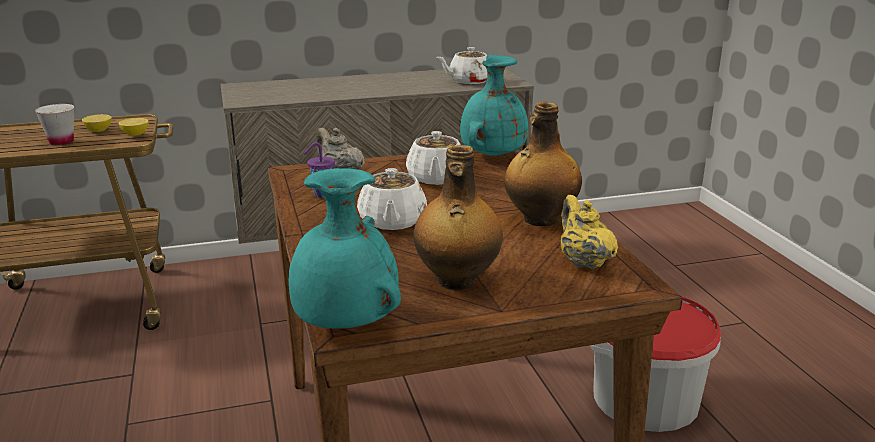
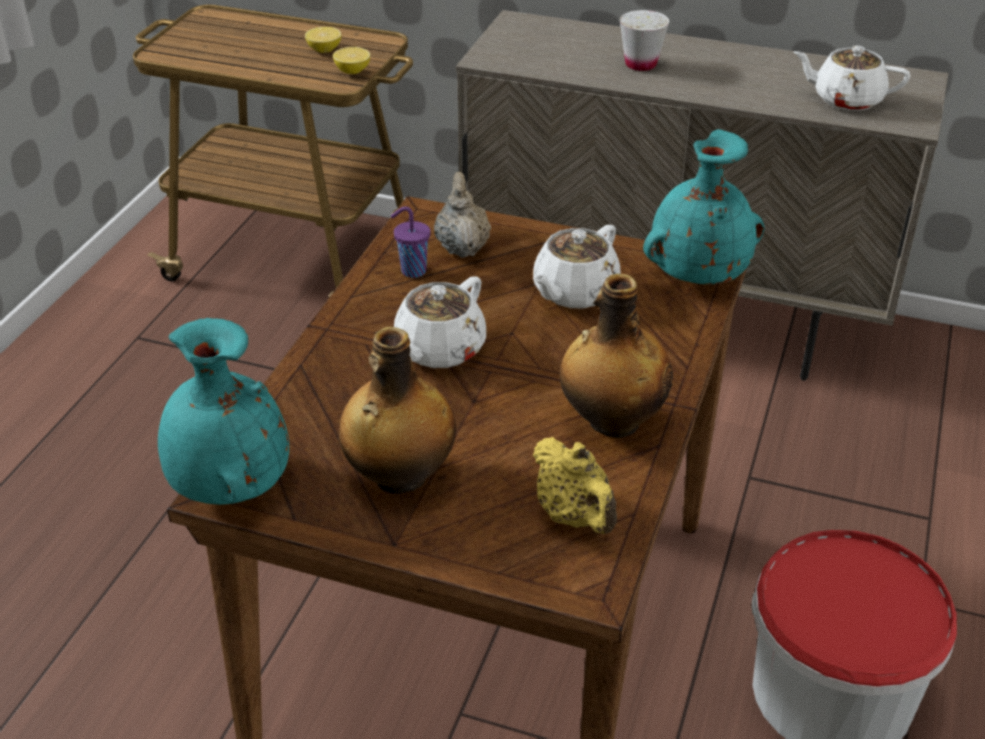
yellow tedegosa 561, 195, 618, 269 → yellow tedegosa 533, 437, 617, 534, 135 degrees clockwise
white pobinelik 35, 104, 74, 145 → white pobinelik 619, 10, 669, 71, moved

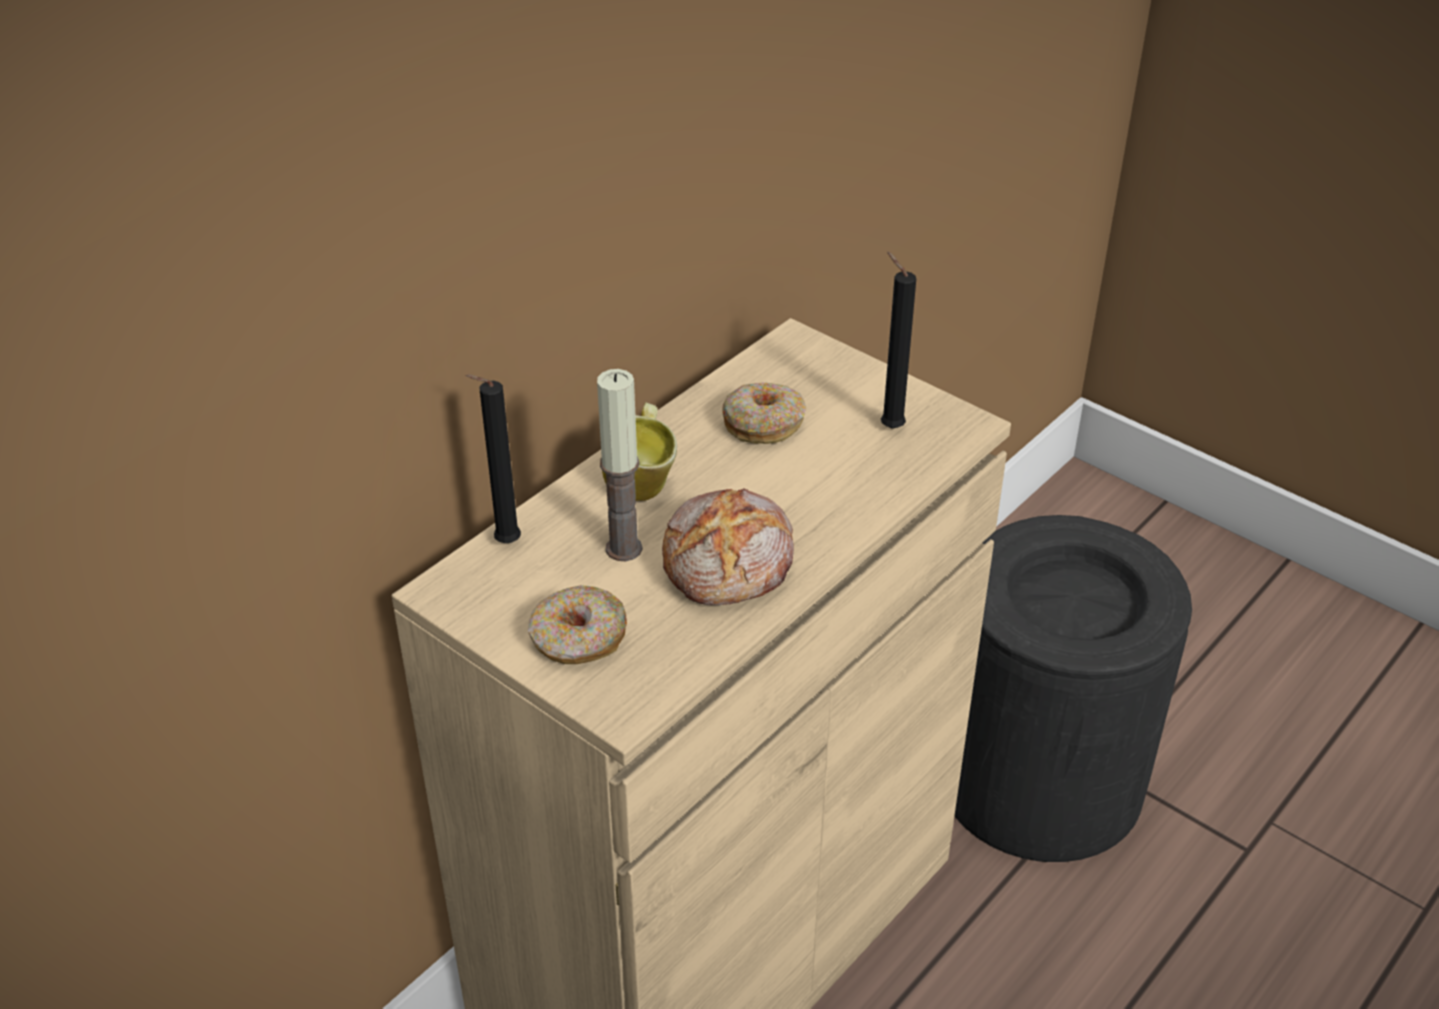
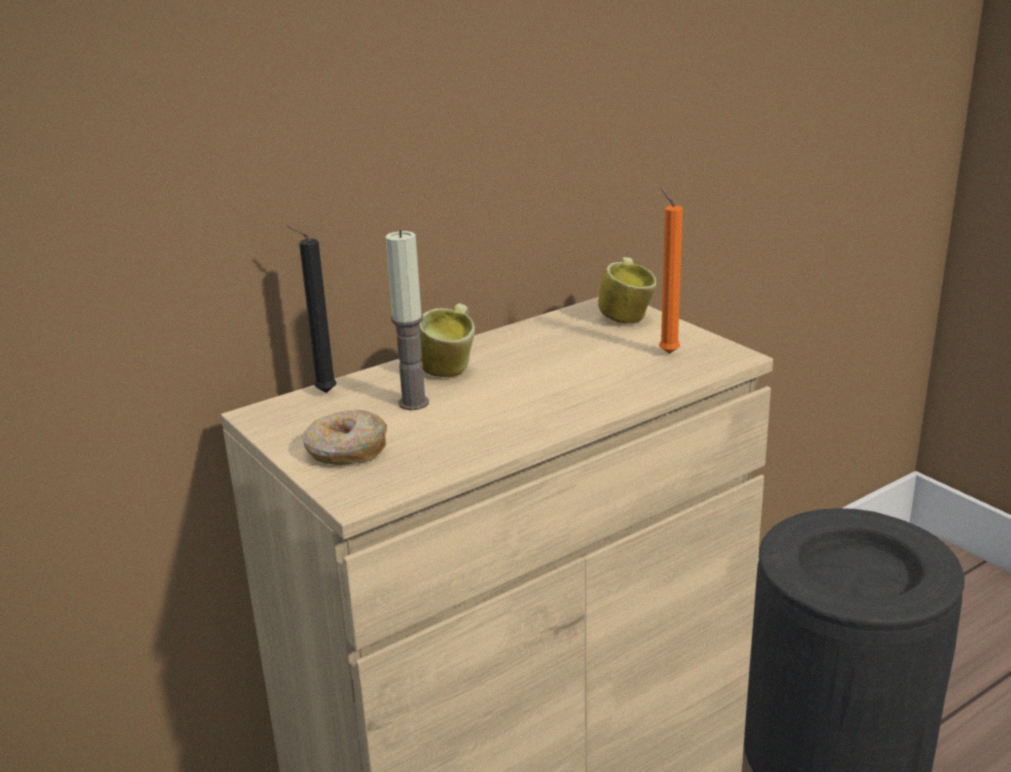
- → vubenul 598, 257, 656, 324
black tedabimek 881, 252, 916, 429 → orange tedabimek 659, 187, 683, 354
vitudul 662, 488, 794, 605 → -
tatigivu 722, 382, 806, 444 → -

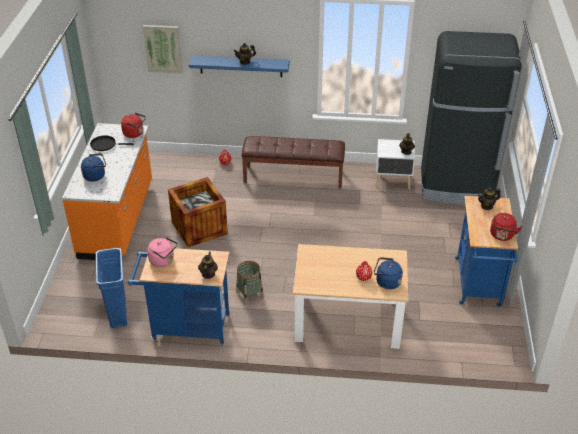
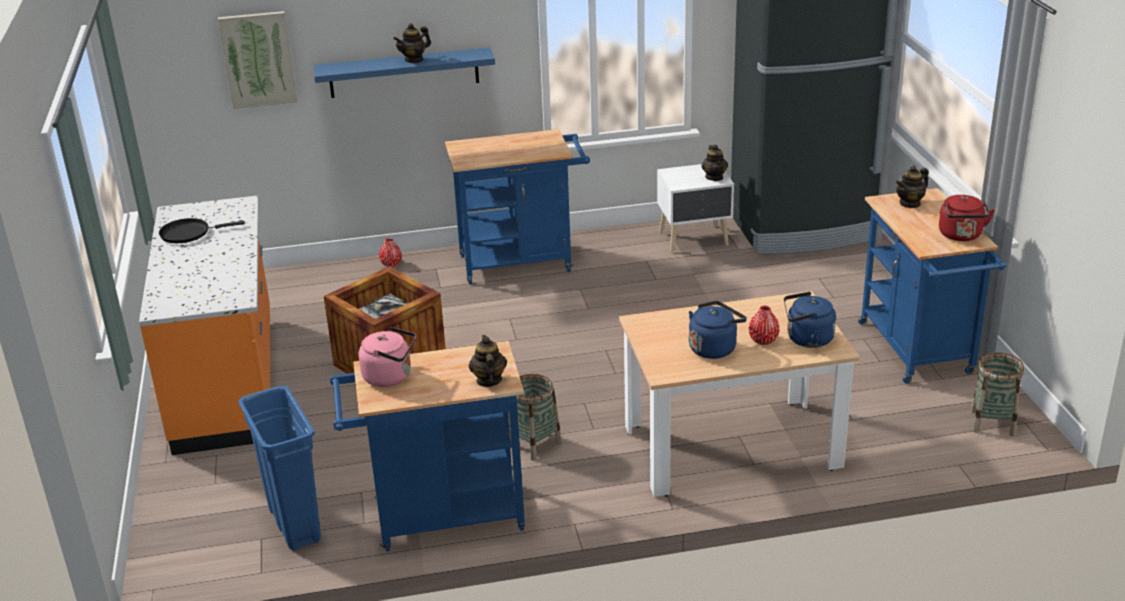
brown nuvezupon 242, 136, 345, 189 → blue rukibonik 445, 129, 590, 284
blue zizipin 81, 154, 106, 181 → blue zizipin 689, 301, 747, 359, moved
- → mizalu 971, 352, 1025, 436
red zizipin 121, 113, 146, 138 → -

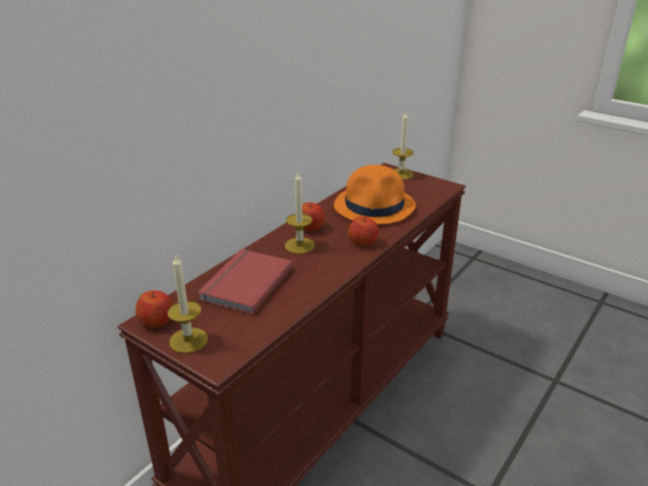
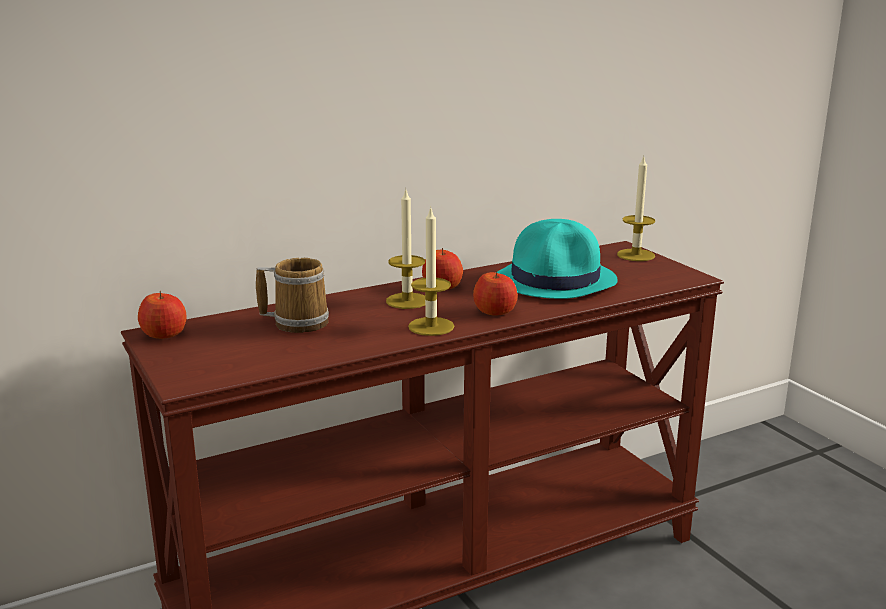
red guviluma 197, 249, 293, 315 → vubenul 256, 258, 329, 333
tedabimek 167, 253, 208, 353 → tedabimek 408, 206, 454, 336, moved
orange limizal 334, 165, 416, 224 → turquoise limizal 495, 219, 618, 299

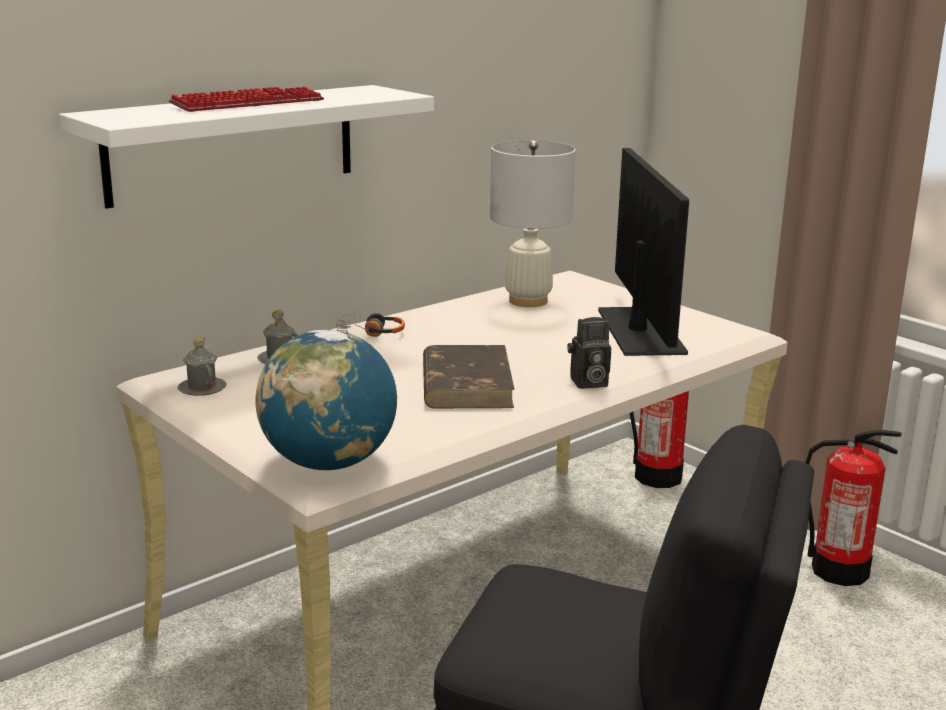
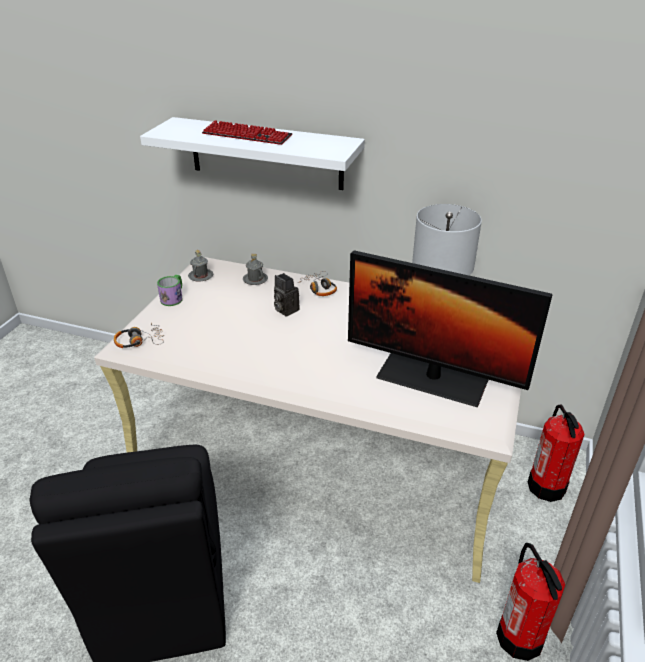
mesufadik 255, 330, 397, 470 → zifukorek 114, 323, 164, 348
- → vubenul 157, 274, 183, 306
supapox 567, 317, 611, 389 → supapox 274, 273, 300, 316, moved
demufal 598, 148, 689, 356 → demufal 348, 250, 552, 407, 60 degrees clockwise
brown guviluma 423, 345, 515, 408 → -

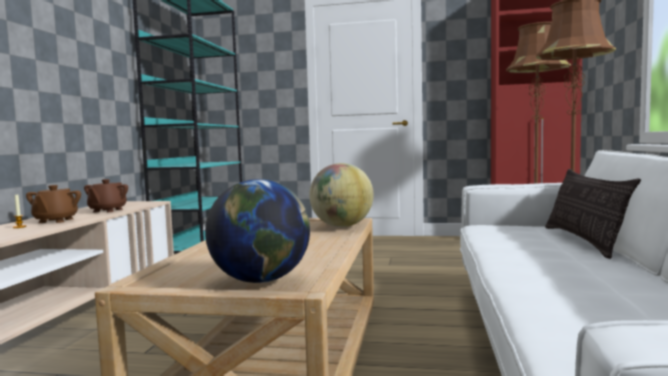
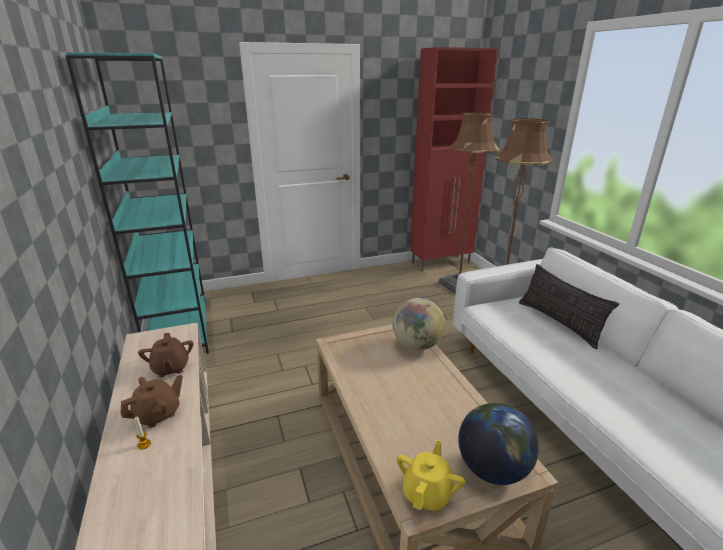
brown tedegosa 26, 185, 81, 223 → brown tedegosa 120, 375, 183, 428, 105 degrees counterclockwise
- → yellow tedegosa 396, 440, 465, 512

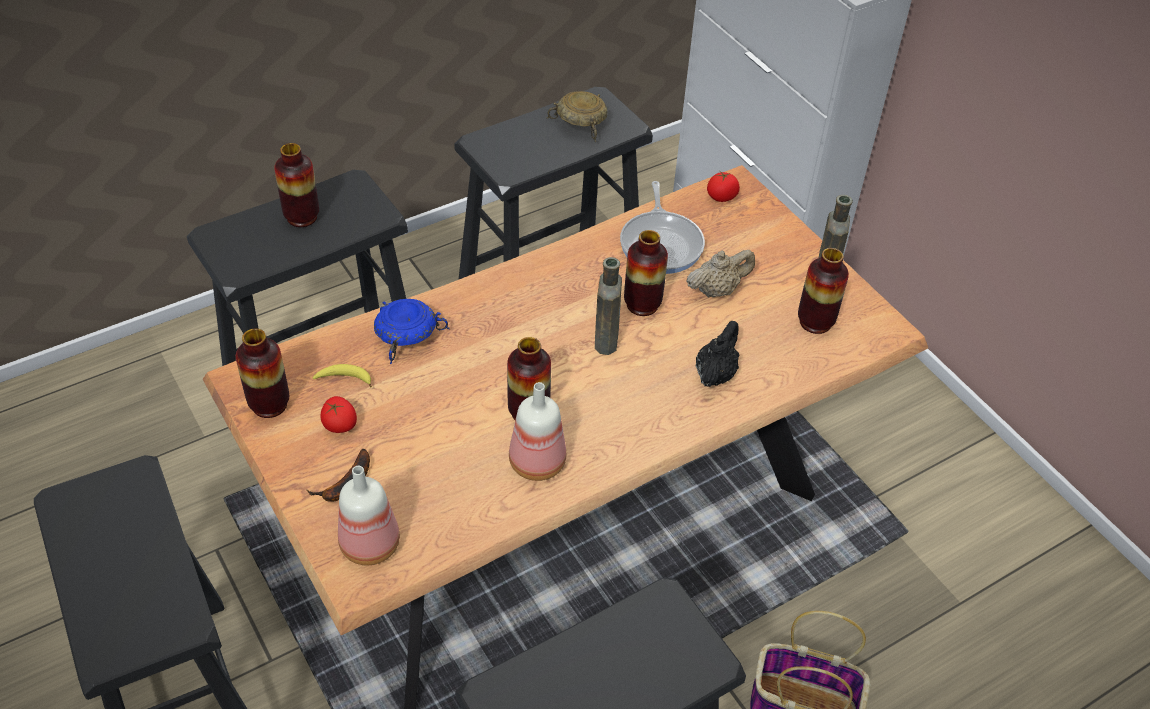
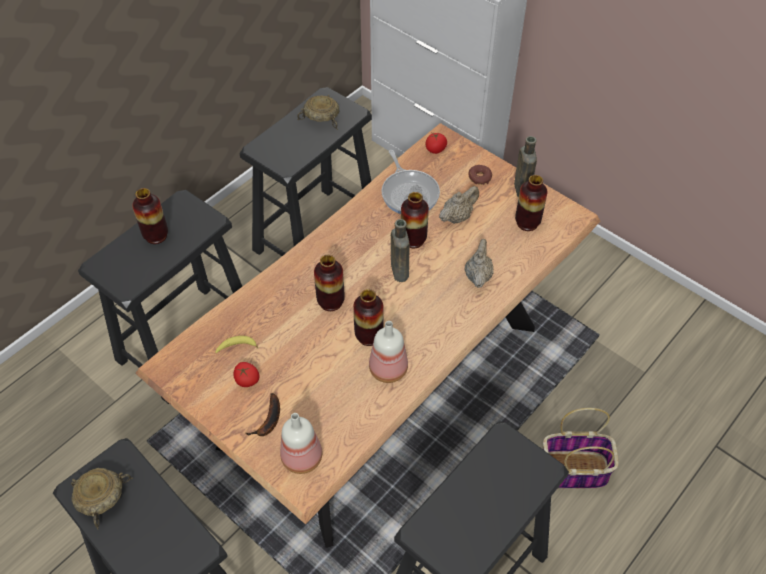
- → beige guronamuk 71, 468, 133, 530
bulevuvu 236, 328, 289, 418 → bulevuvu 314, 255, 345, 311, moved
black tedegosa 696, 321, 739, 387 → beige tedegosa 465, 239, 494, 288
- → tatigivu 468, 165, 492, 185
blue guronamuk 374, 299, 450, 364 → -

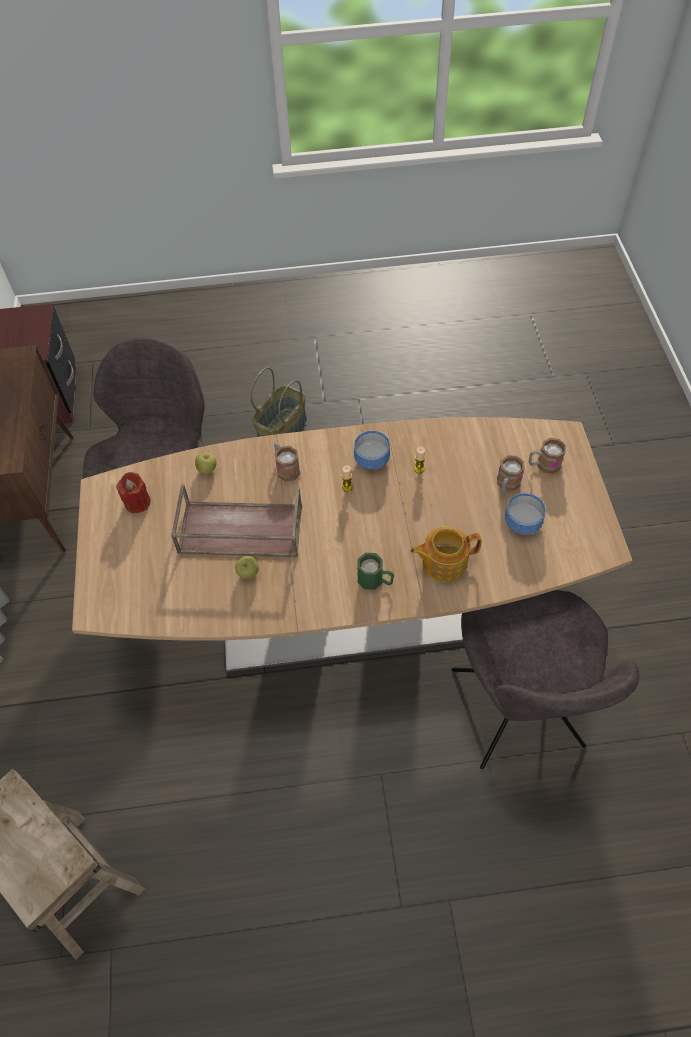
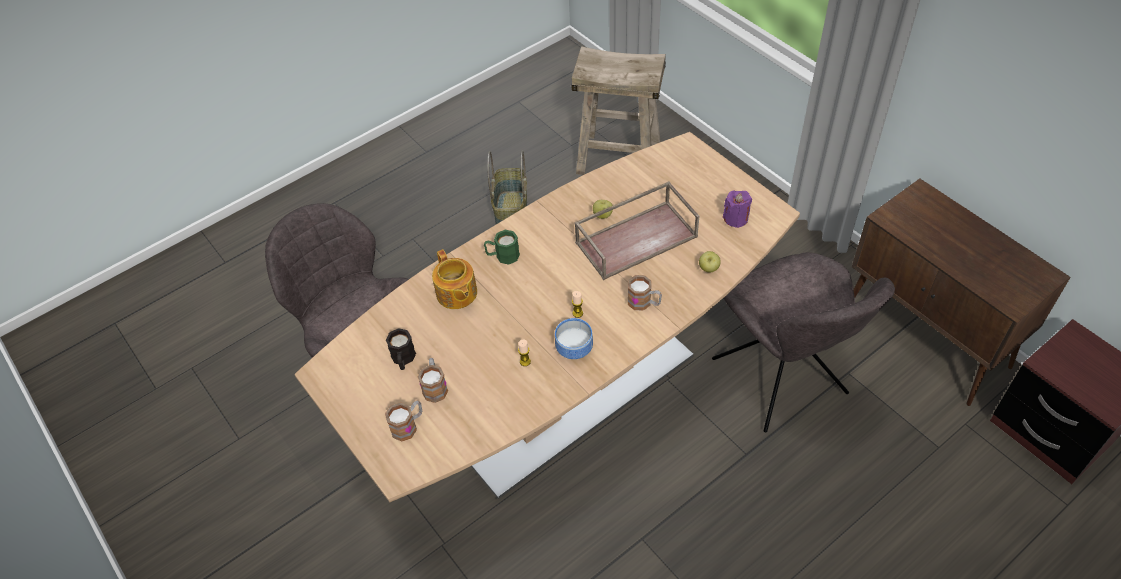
guronamuk 505, 493, 546, 535 → black vubenul 386, 328, 416, 370
tedegosa 410, 526, 482, 582 → tedegosa 432, 249, 477, 309, 105 degrees clockwise
mizalu 250, 367, 307, 442 → mizalu 487, 150, 527, 224, moved
red tedabimek 116, 472, 151, 513 → purple tedabimek 723, 190, 752, 228

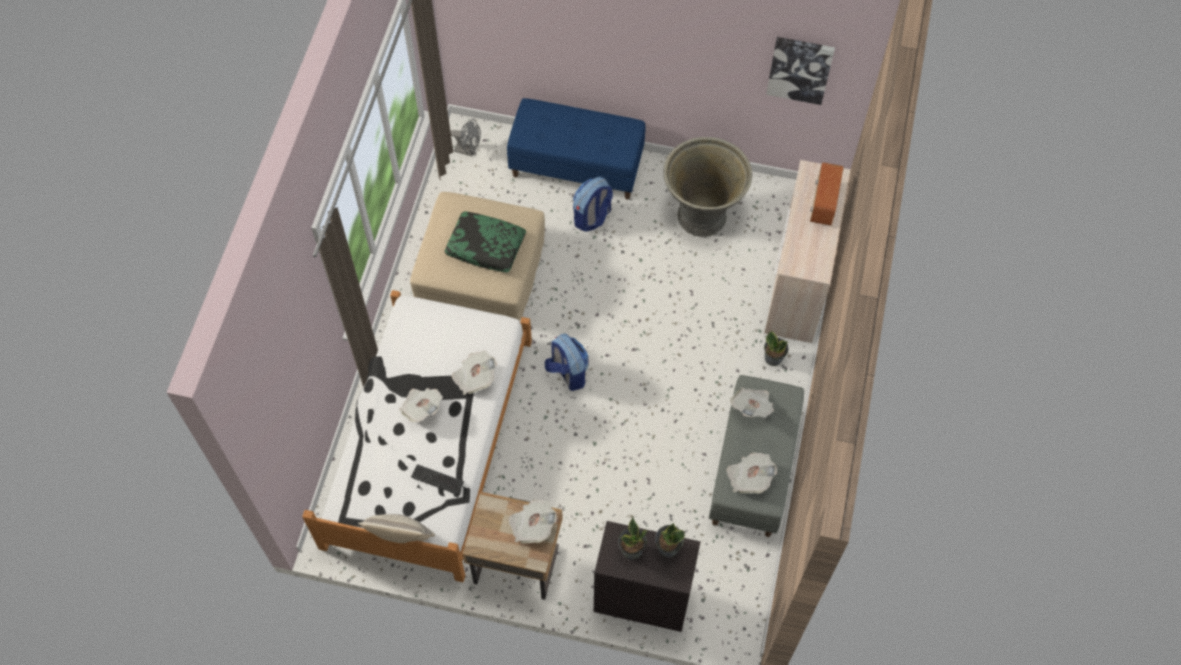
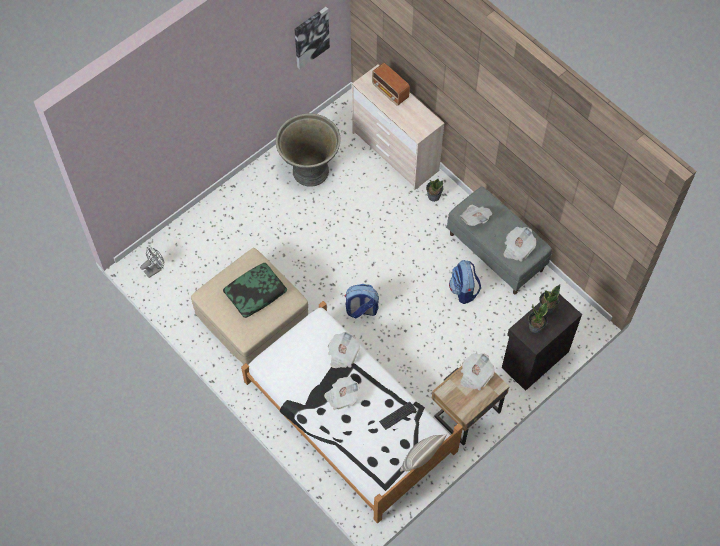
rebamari 573, 177, 613, 232 → rebamari 449, 260, 481, 304, moved
blue nuvezupon 507, 98, 646, 199 → -

